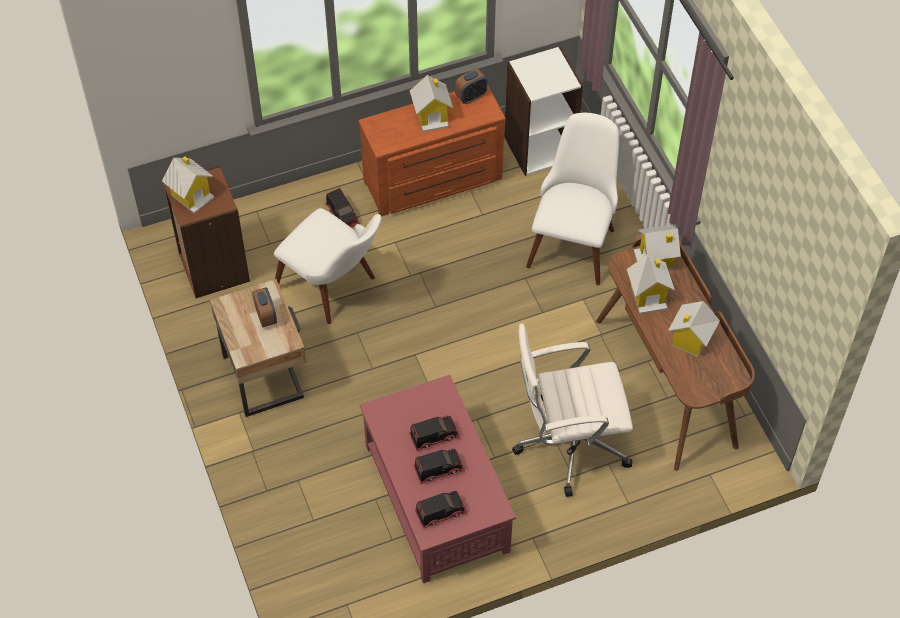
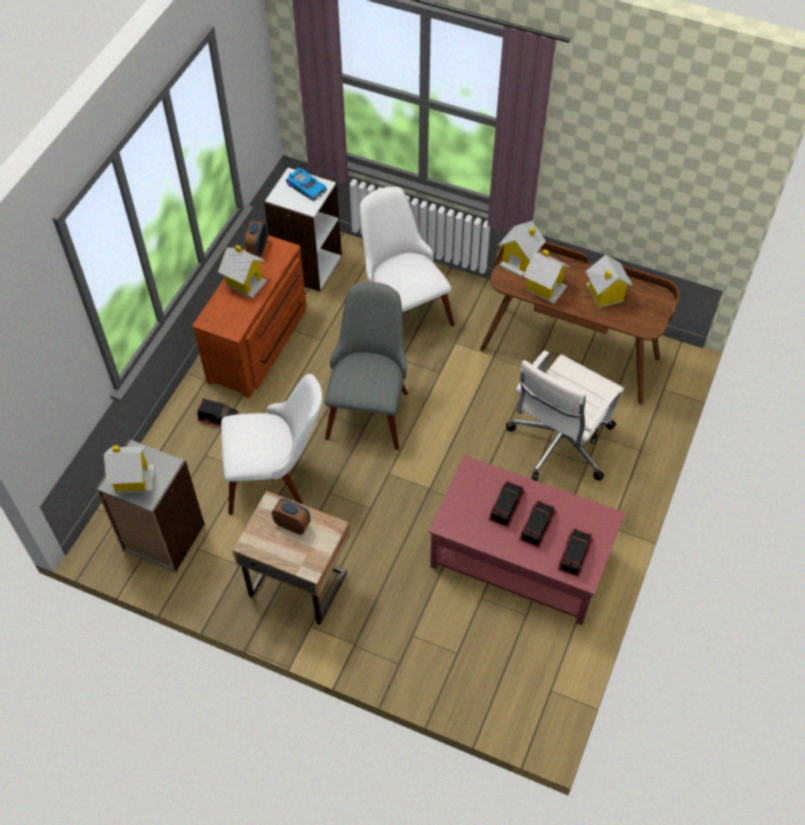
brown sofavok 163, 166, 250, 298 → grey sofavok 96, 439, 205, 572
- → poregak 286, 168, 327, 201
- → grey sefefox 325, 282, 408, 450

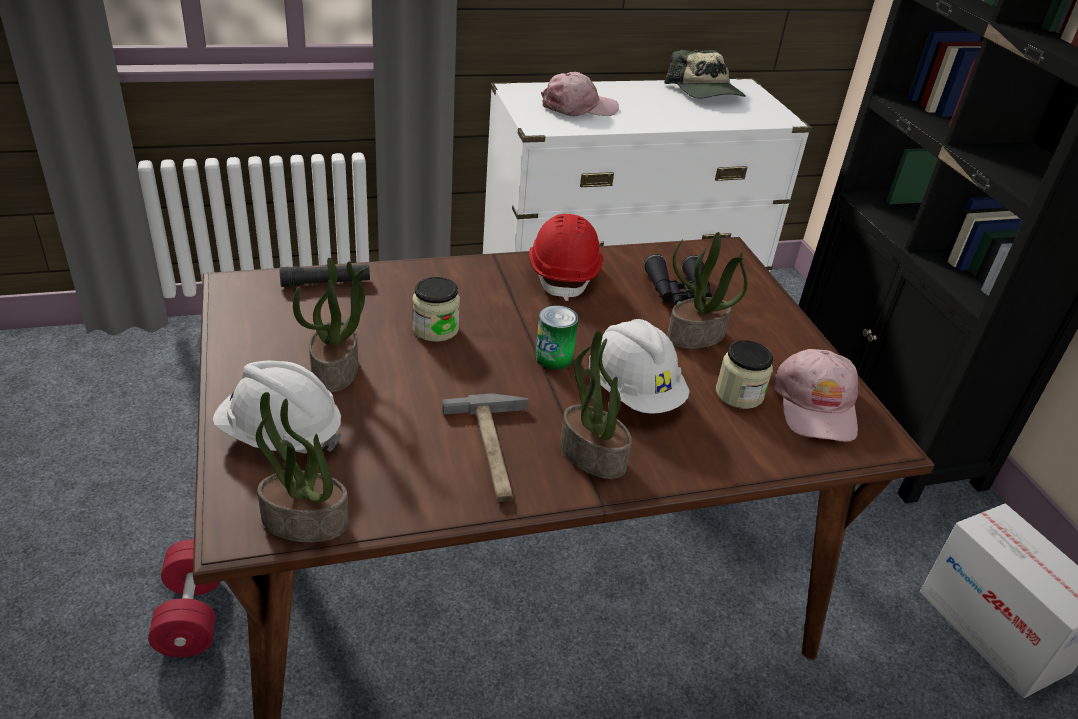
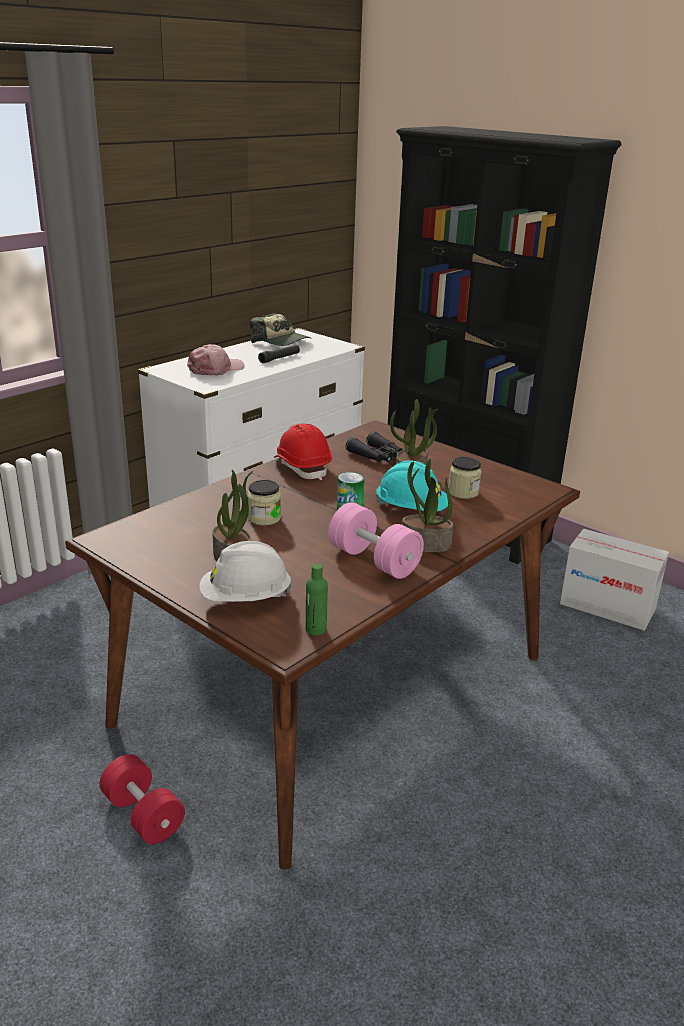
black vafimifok 279, 265, 370, 287 → black vafimifok 258, 345, 300, 363, moved
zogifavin 256, 392, 349, 543 → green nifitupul 306, 564, 328, 636
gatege 442, 393, 528, 502 → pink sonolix 328, 502, 424, 579
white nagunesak 589, 319, 690, 414 → turquoise nagunesak 375, 460, 448, 511
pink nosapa 774, 349, 858, 442 → -

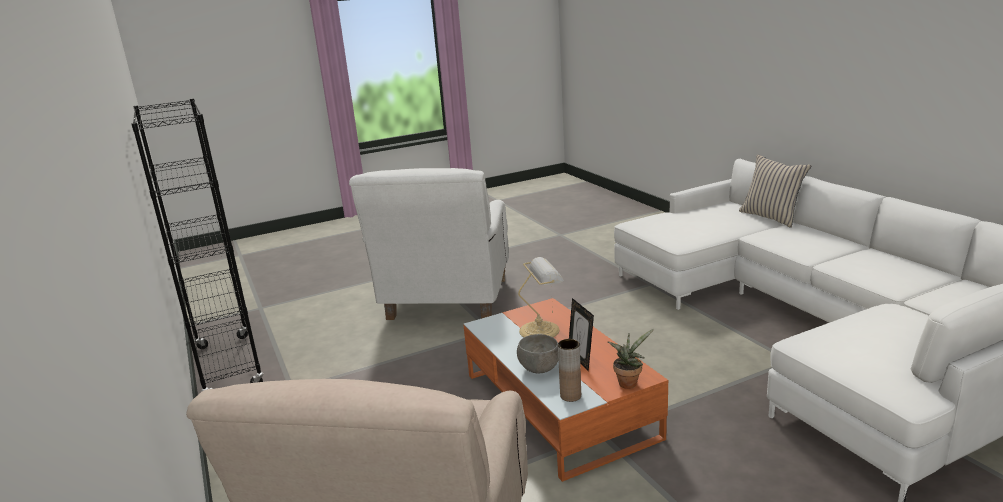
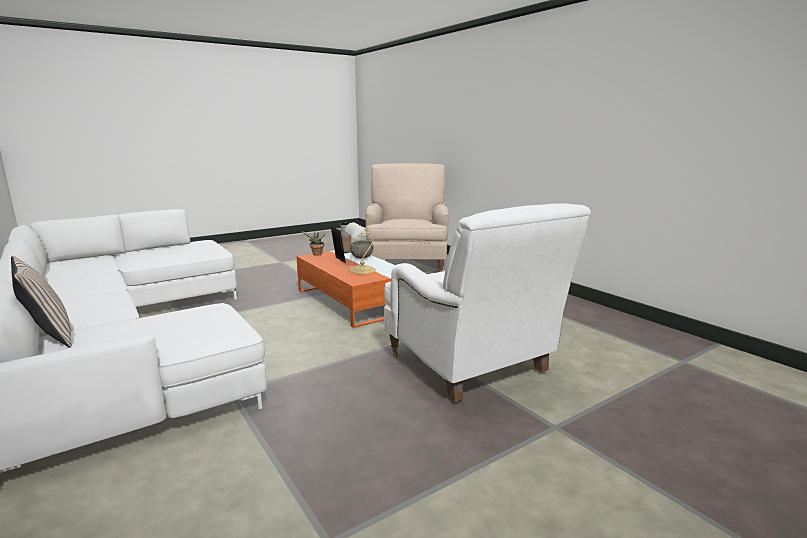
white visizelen 349, 168, 509, 320 → white visizelen 384, 203, 591, 402, 150 degrees clockwise
black sofavok 131, 98, 264, 392 → -

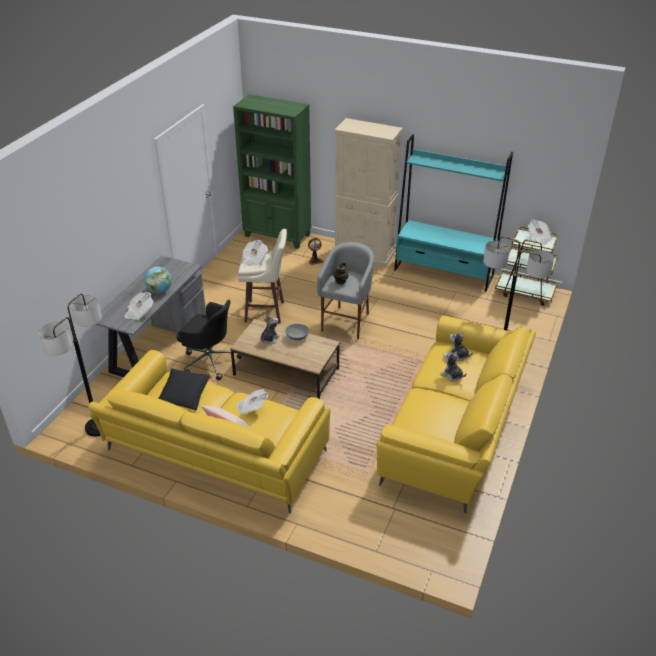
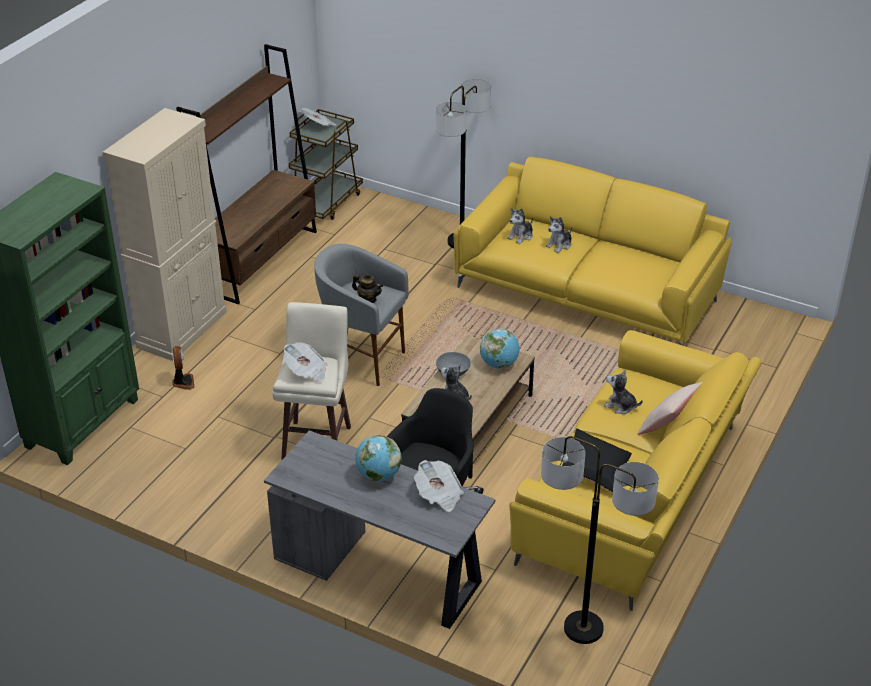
turquoise sofavok 394, 134, 513, 292 → brown sofavok 176, 44, 317, 304
- → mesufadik 480, 329, 520, 368
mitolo 236, 389, 268, 415 → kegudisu 604, 370, 643, 414

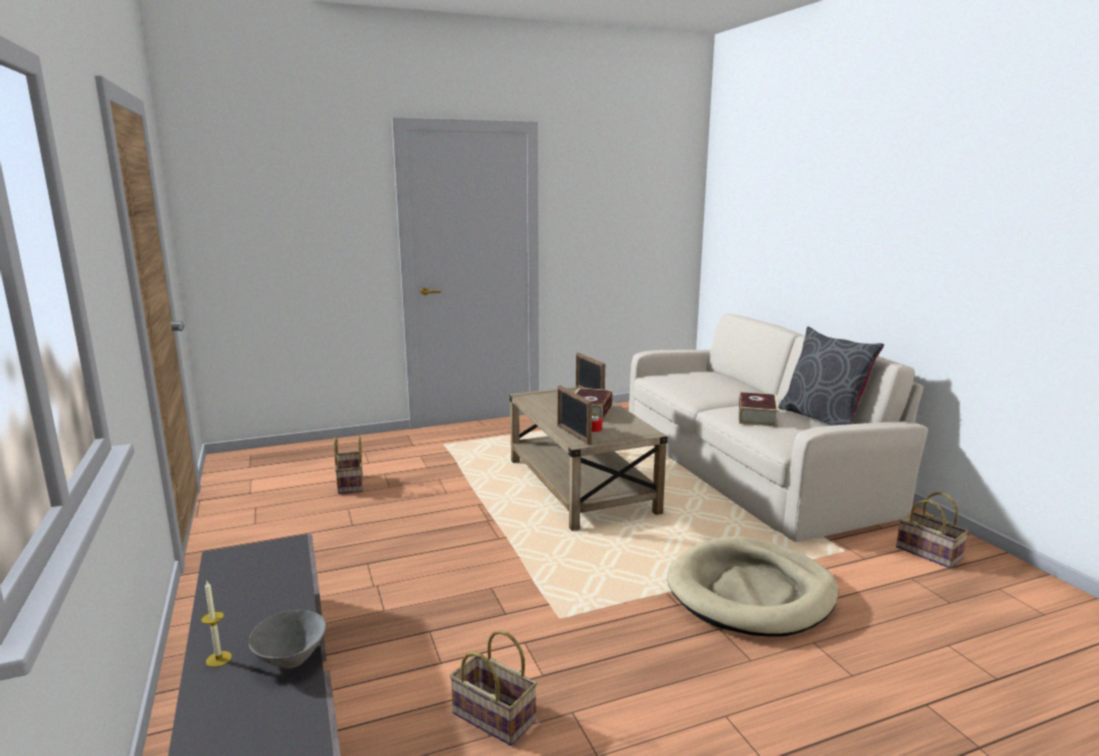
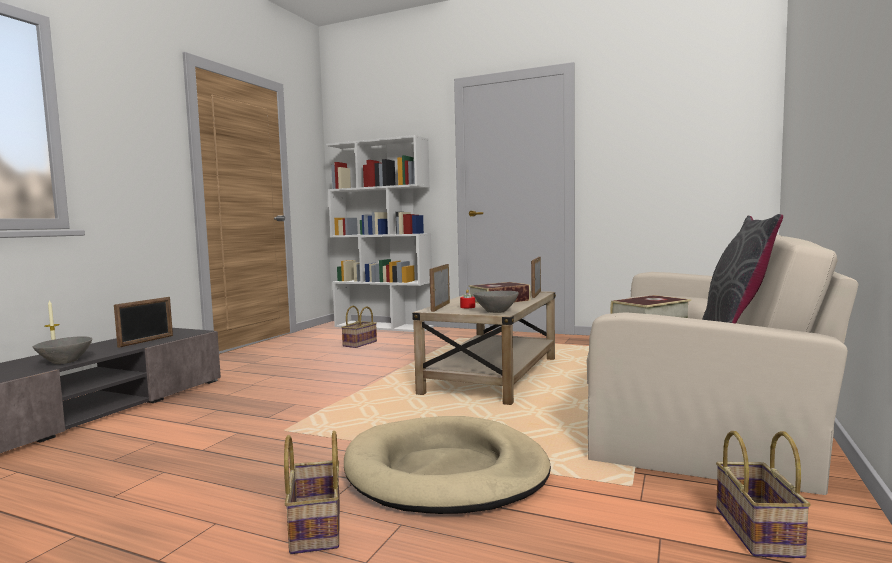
- → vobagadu 114, 297, 173, 348
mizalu 450, 630, 537, 746 → mizalu 284, 431, 340, 554, moved
- → white sofavok 326, 135, 434, 332
- → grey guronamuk 473, 291, 519, 313

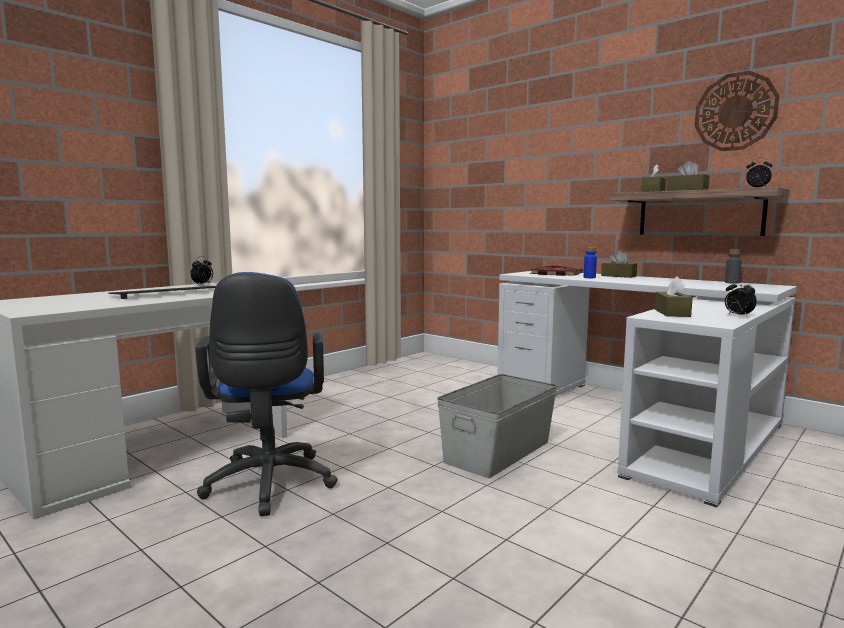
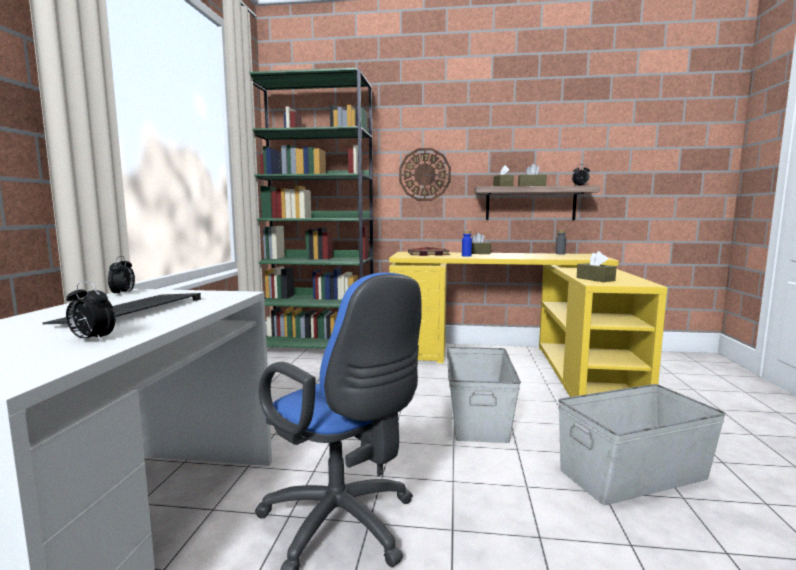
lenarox 725, 280, 757, 317 → lenarox 66, 282, 115, 342, moved
- → green sofavok 249, 68, 373, 349
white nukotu 498, 271, 797, 507 → yellow nukotu 389, 252, 668, 397
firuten 695, 71, 779, 151 → firuten 399, 148, 451, 201, moved
- → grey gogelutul 558, 384, 726, 505

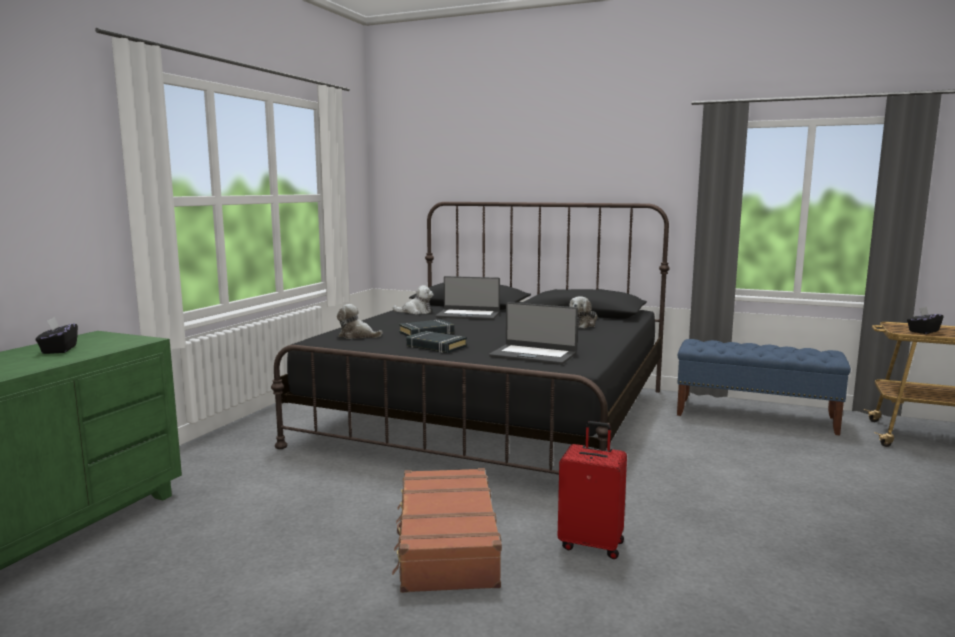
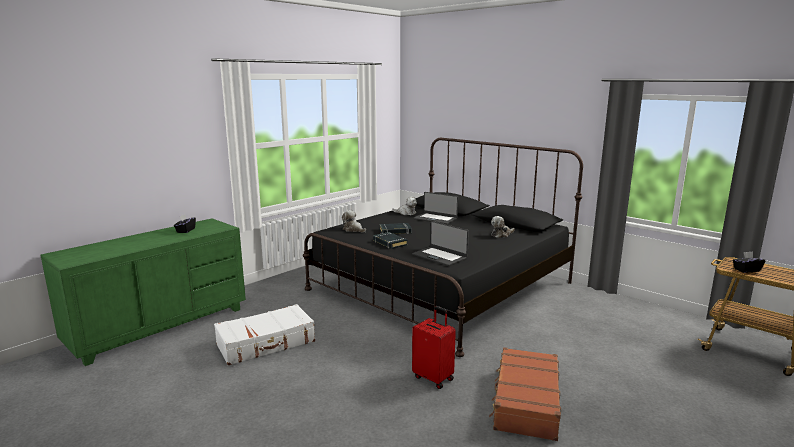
- → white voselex 214, 304, 315, 365
brown voselex 392, 468, 502, 593 → brown voselex 489, 347, 561, 441, moved
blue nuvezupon 677, 339, 851, 436 → -

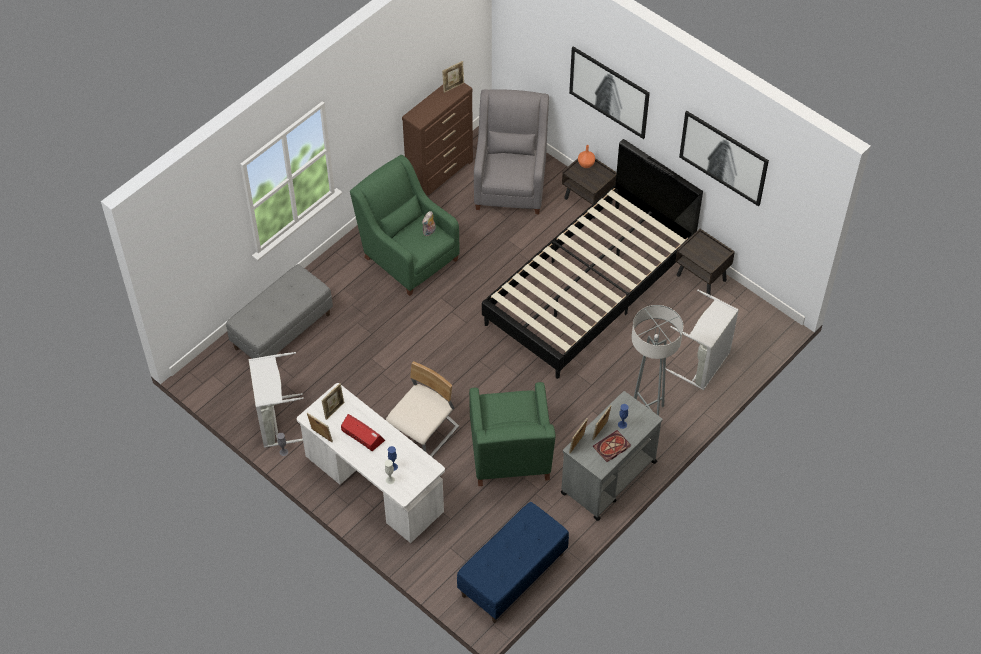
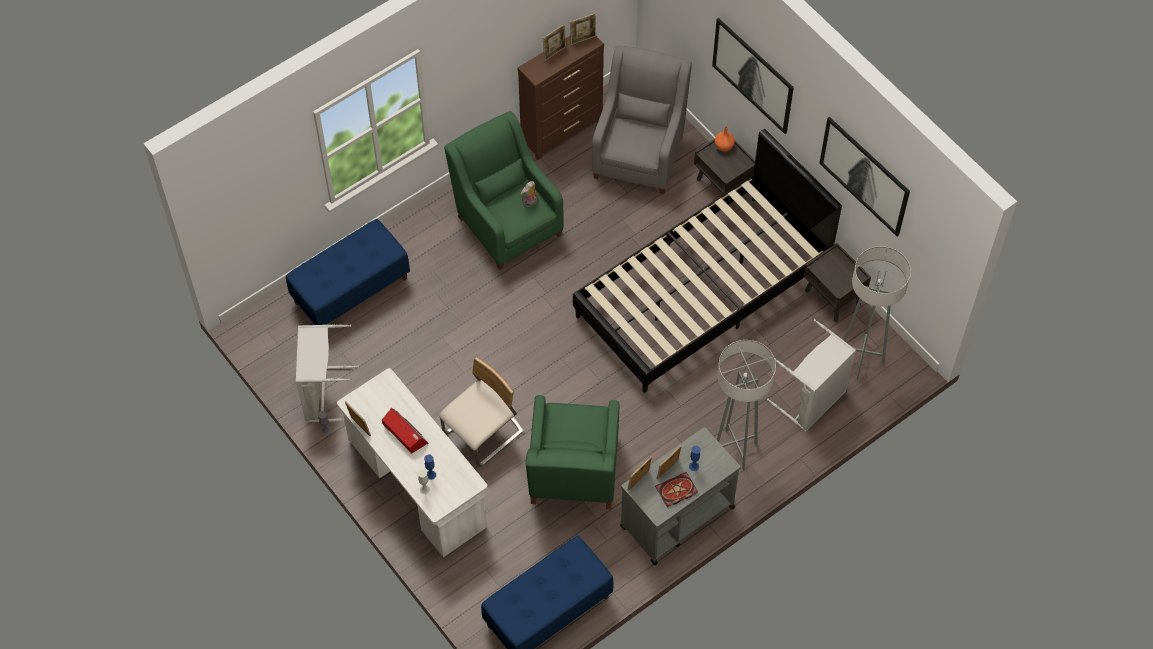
grey nuvezupon 226, 264, 333, 359 → blue nuvezupon 286, 219, 410, 325
vobagadu 321, 383, 344, 420 → vobagadu 543, 24, 566, 61, moved
- → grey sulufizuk 844, 246, 911, 380

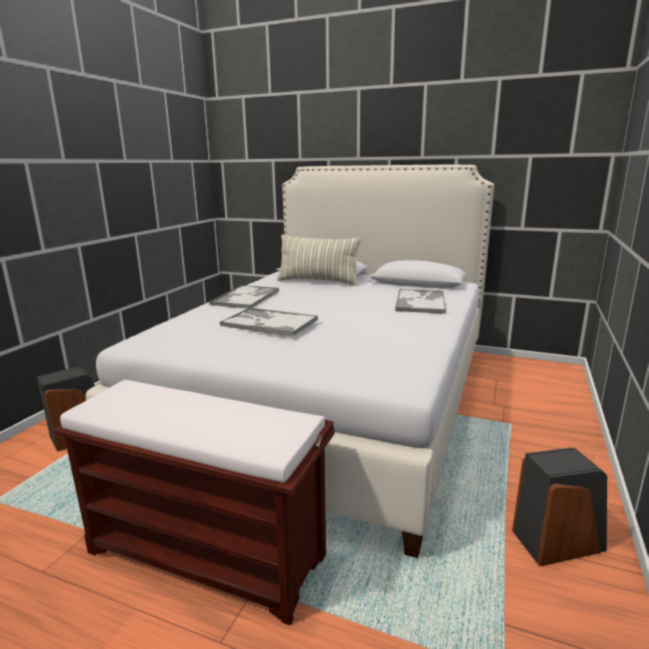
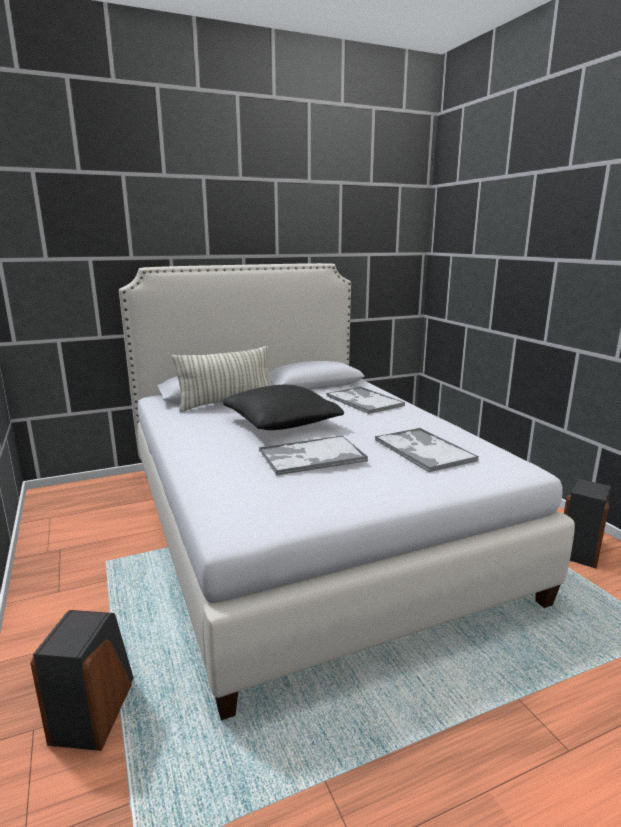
- → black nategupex 223, 385, 344, 430
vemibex 209, 285, 279, 309 → vemibex 375, 428, 479, 473, moved
brown nuvezupon 53, 380, 334, 625 → -

